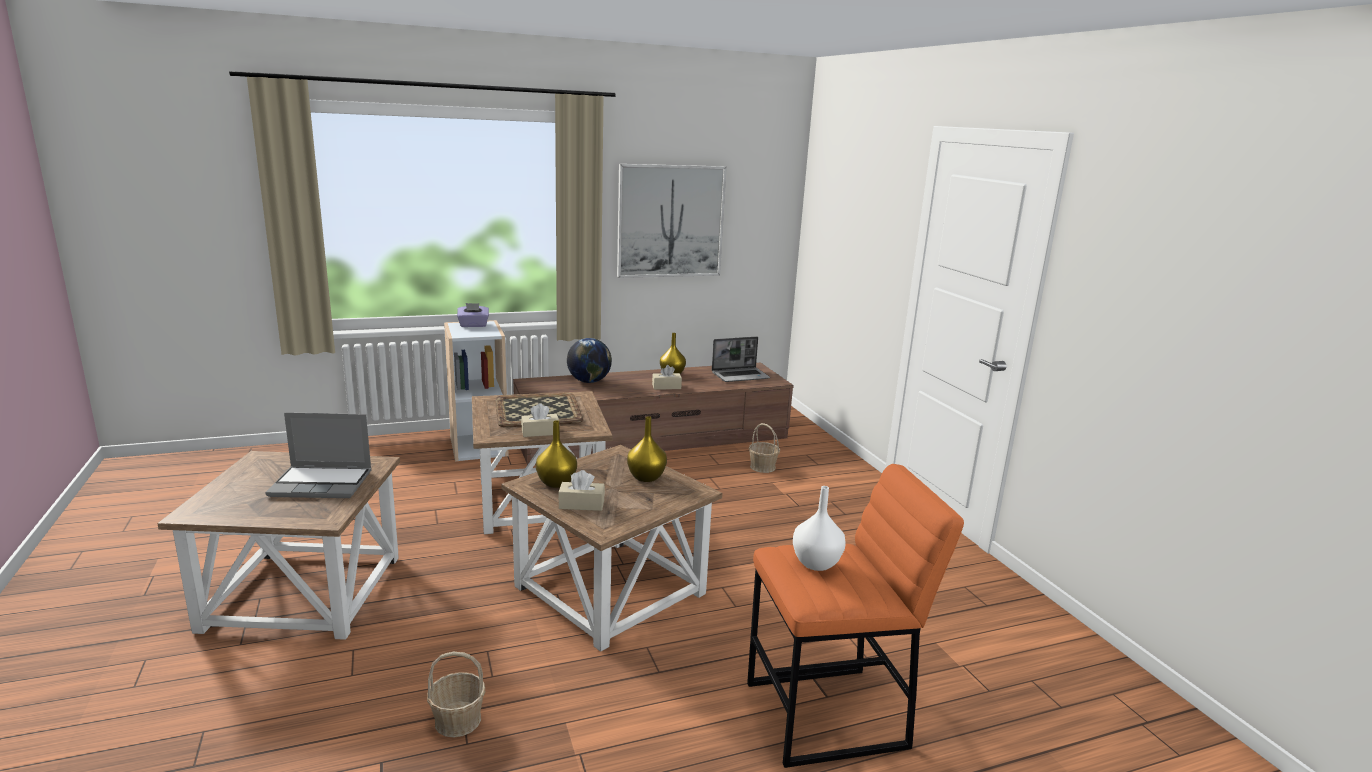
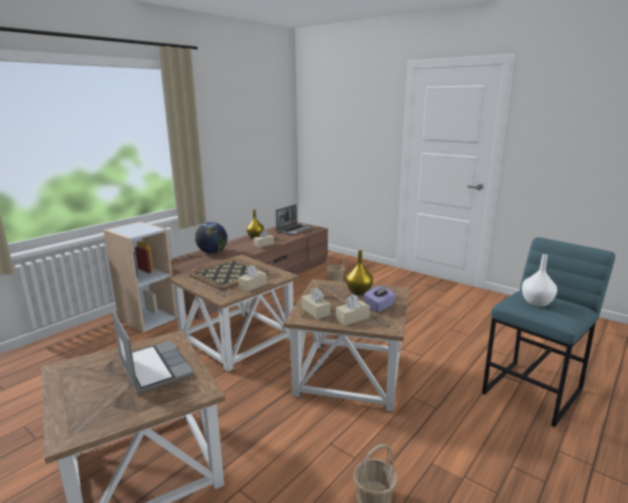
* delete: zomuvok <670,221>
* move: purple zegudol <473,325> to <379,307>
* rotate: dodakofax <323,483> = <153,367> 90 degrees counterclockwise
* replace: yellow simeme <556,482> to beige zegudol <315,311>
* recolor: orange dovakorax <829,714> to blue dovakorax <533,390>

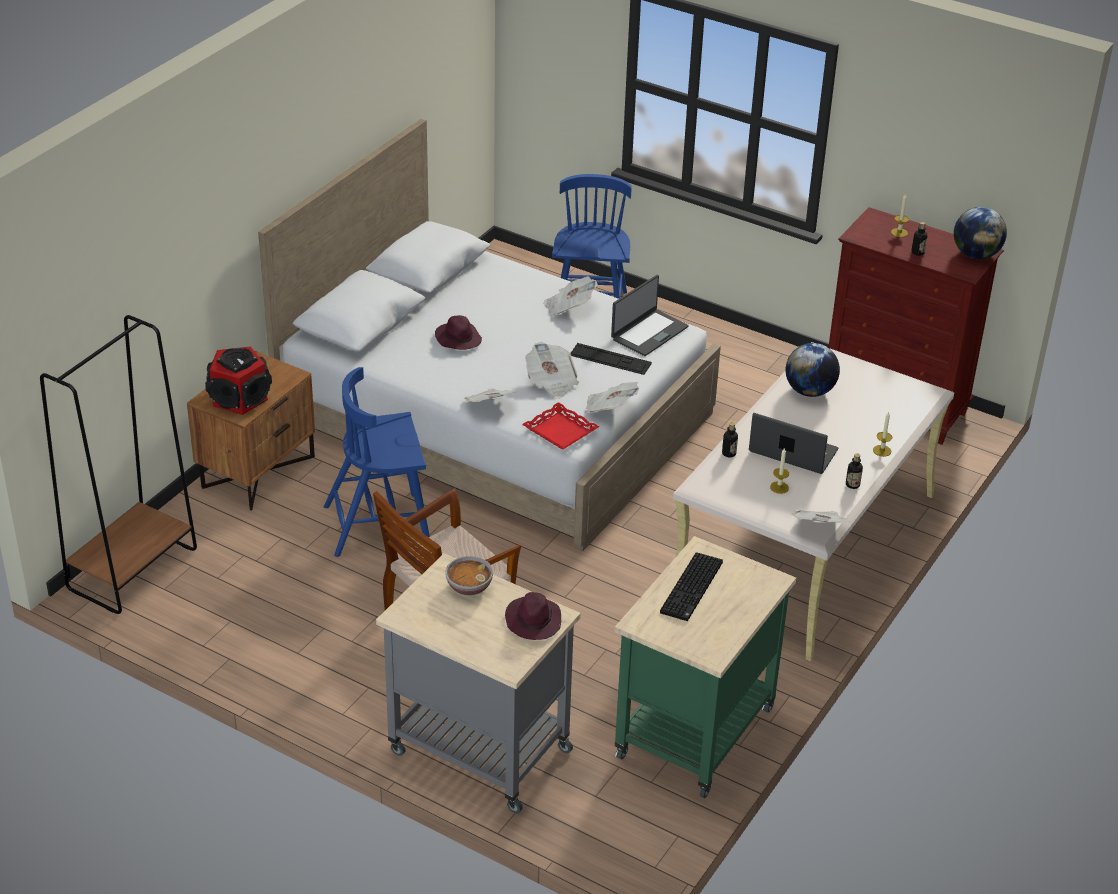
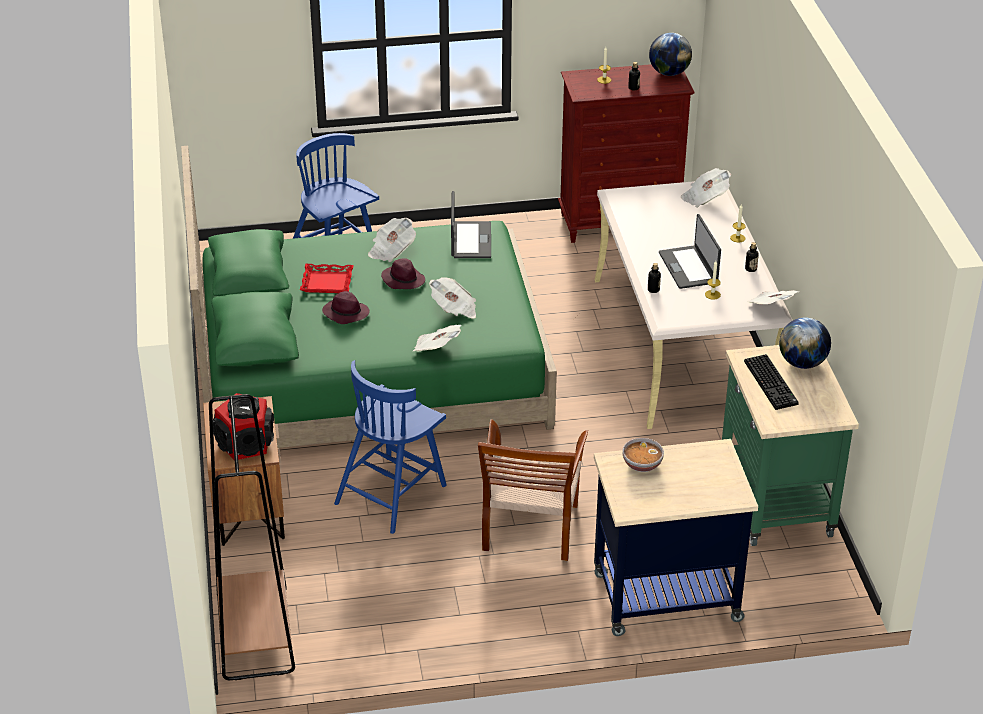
* recolor: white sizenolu <496,416> to green sizenolu <370,370>
* delete: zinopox <610,359>
* move: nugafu <810,391> to <802,363>
* move: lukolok <610,409> to <704,198>
* move: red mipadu <560,431> to <327,283>
* rotate: dodakofax <792,452> = <689,267> 90 degrees counterclockwise
* recolor: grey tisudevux <478,751> to blue tisudevux <665,599>
* move: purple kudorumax <533,621> to <402,280>

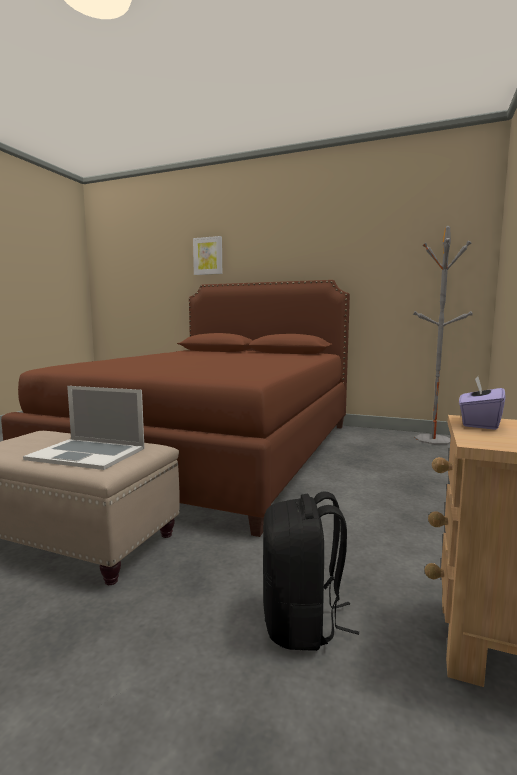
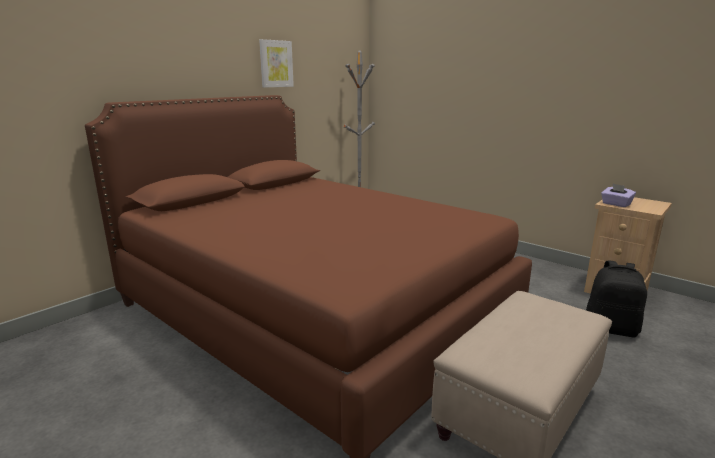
* move: zomuvok <208,256> to <276,64>
* delete: dodakofax <87,454>

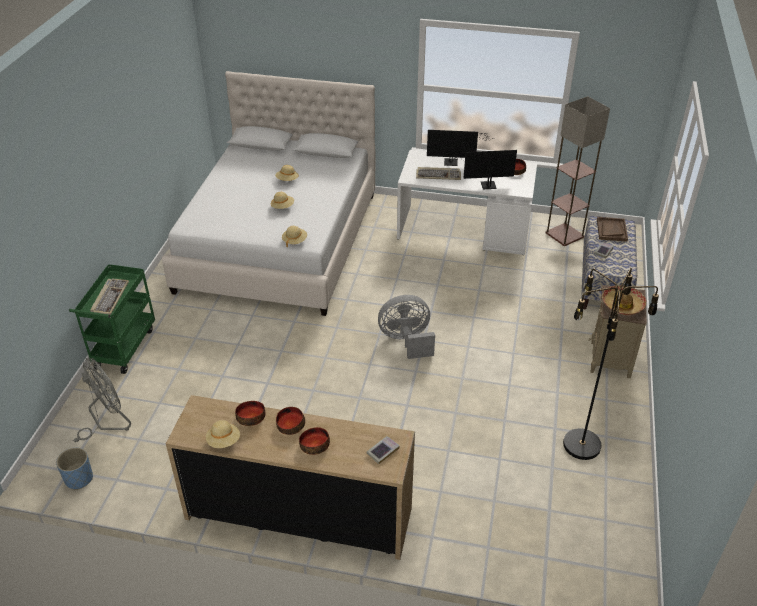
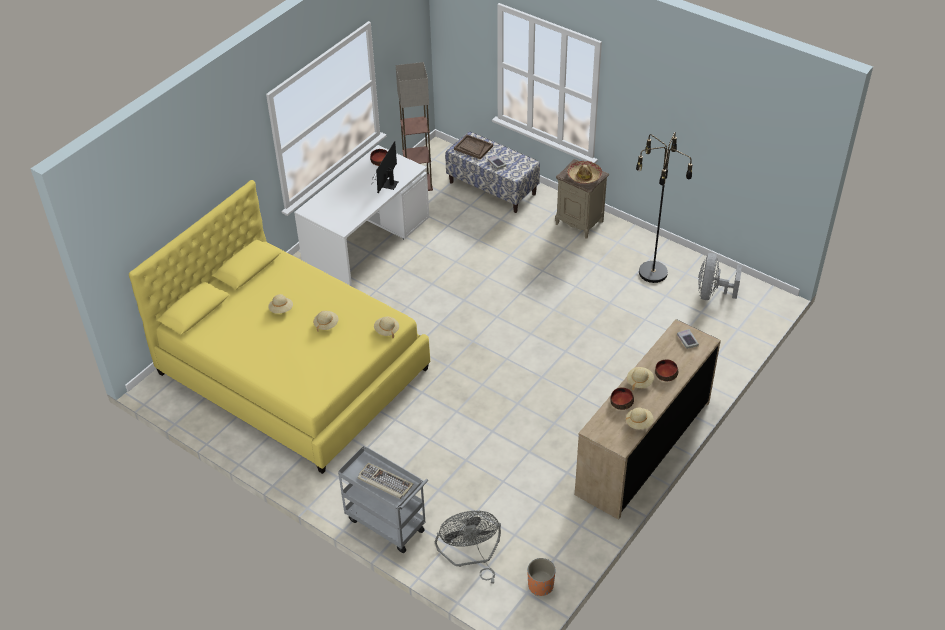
* recolor: white sizenolu <280,241> to yellow sizenolu <293,371>
* delete: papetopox <453,162>
* delete: zinopox <438,175>
* recolor: green tisudevux <124,350> to grey tisudevux <387,526>
* move: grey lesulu <406,341> to <712,293>
* replace: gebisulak <290,425> to beige kudorumax <639,382>
* recolor: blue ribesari <79,479> to orange ribesari <540,585>

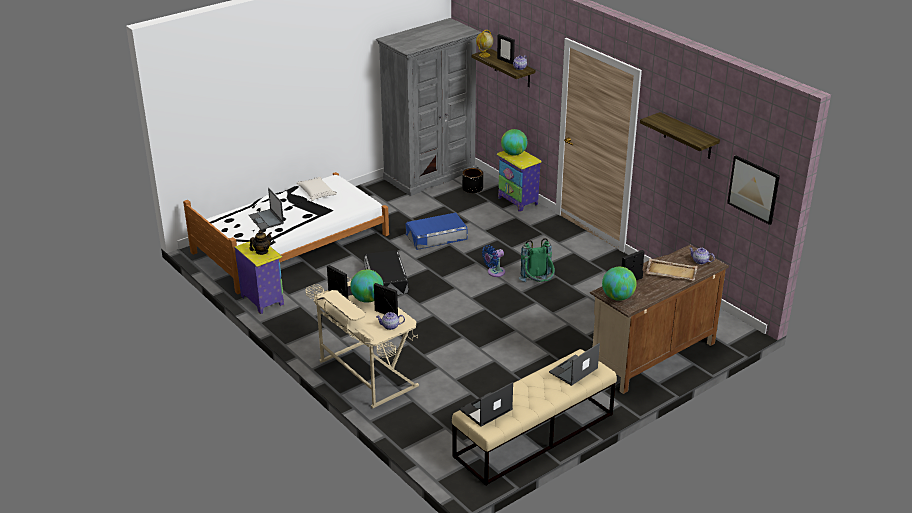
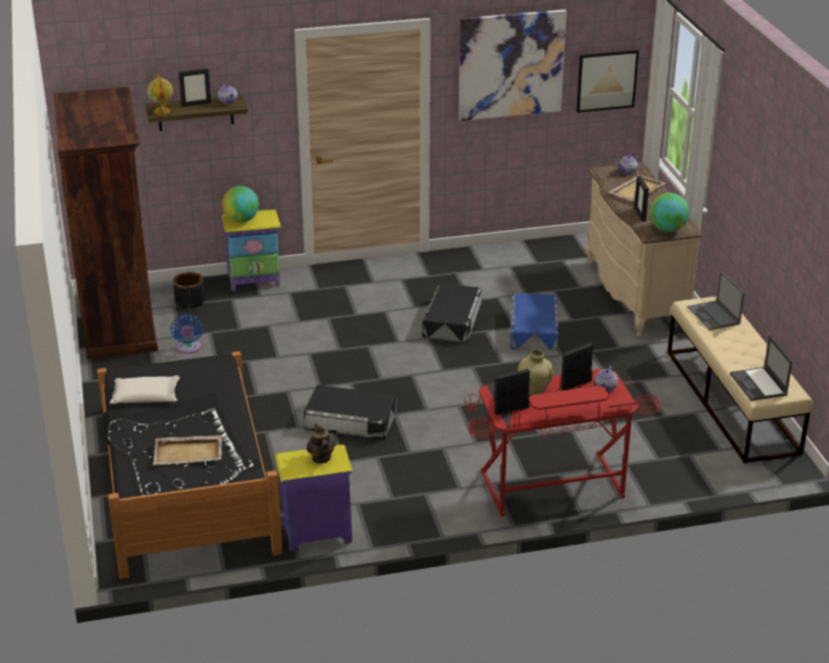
* recolor: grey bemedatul <430,175> to brown bemedatul <119,322>
* replace: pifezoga <688,136> to zomuvok <511,65>
* recolor: white sizenolu <291,243> to black sizenolu <186,477>
* replace: dodakofax <266,220> to beige mipadu <189,452>
* move: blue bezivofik <436,236> to <533,329>
* replace: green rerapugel <538,285> to black bezivofik <452,320>
* move: blue lesulu <494,272> to <189,348>
* replace: nugafu <367,299> to beige simeme <534,390>
* recolor: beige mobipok <365,375> to red mobipok <552,486>

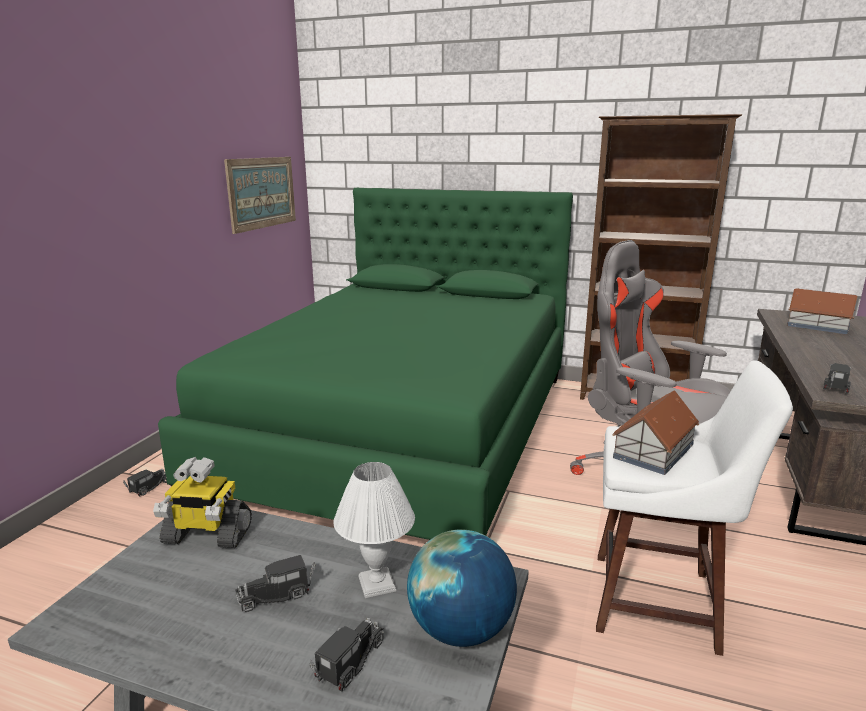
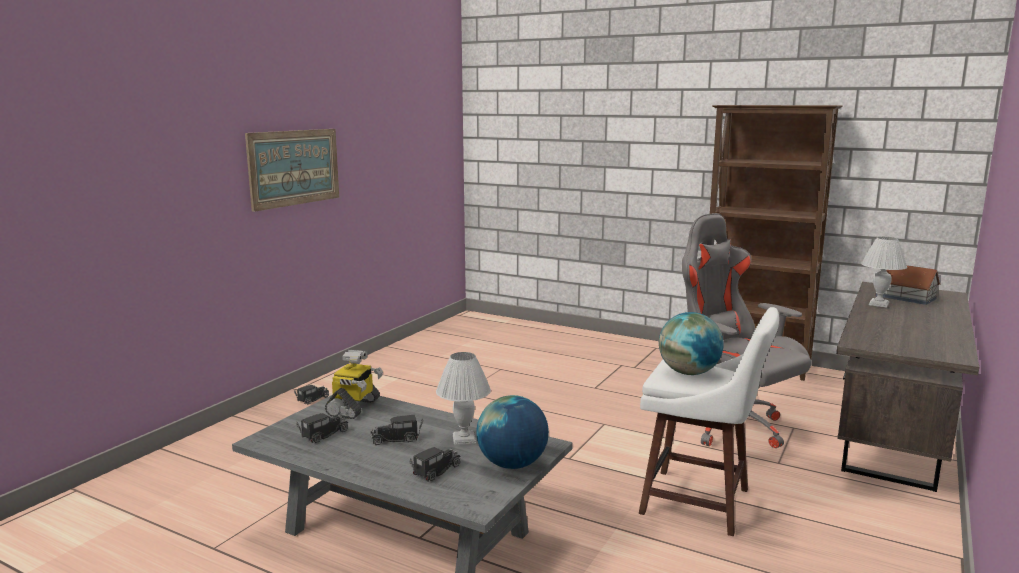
* move: zomuvok <262,192> to <294,167>
* delete: green sizenolu <405,428>
* move: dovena <836,386> to <323,435>
* replace: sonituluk <654,450> to nugafu <689,373>
* rotate: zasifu <206,535> = <354,407> 90 degrees counterclockwise
* insert: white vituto <878,304>

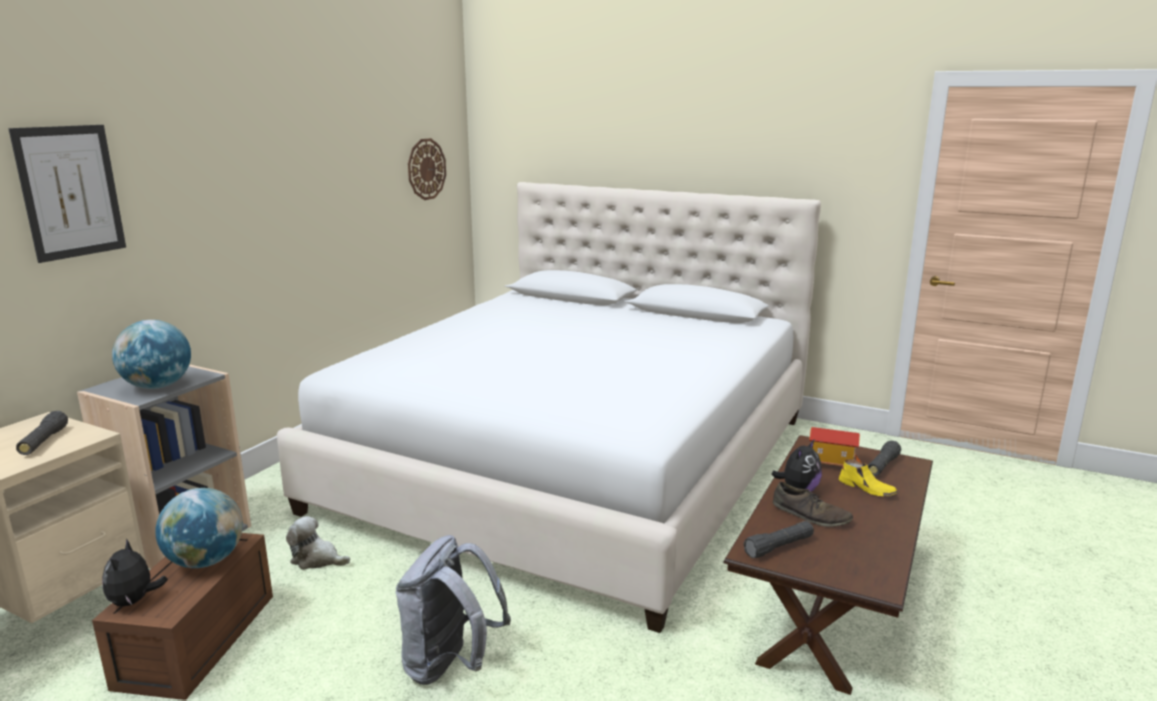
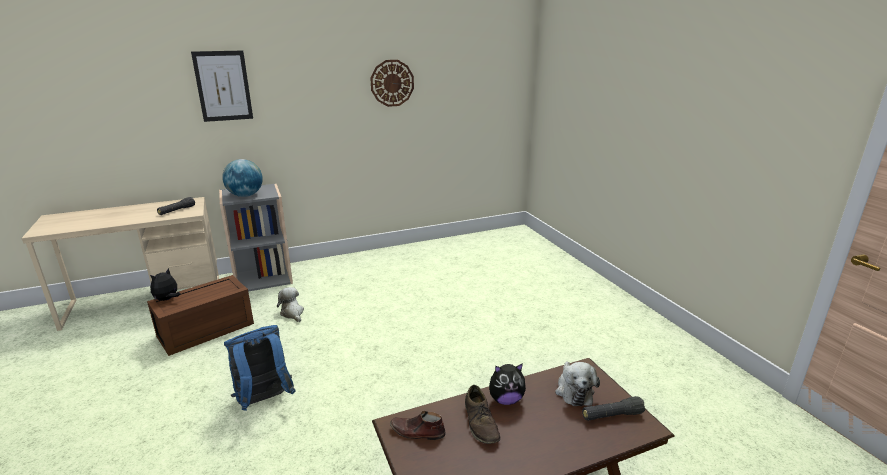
* move: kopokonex <426,169> to <392,83>
* delete: white sizenolu <574,462>
* replace: sonituluk <831,462> to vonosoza <574,390>
* delete: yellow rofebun <867,488>
* delete: nugafu <206,561>
* replace: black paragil <779,547> to brown rofebun <417,432>
* recolor: grey rerapugel <450,665> to blue rerapugel <264,401>

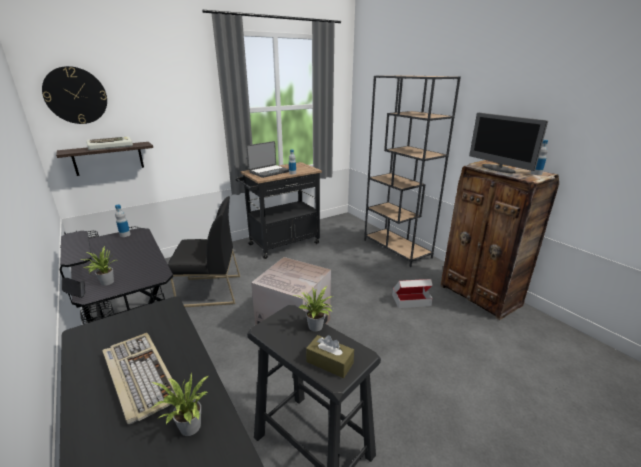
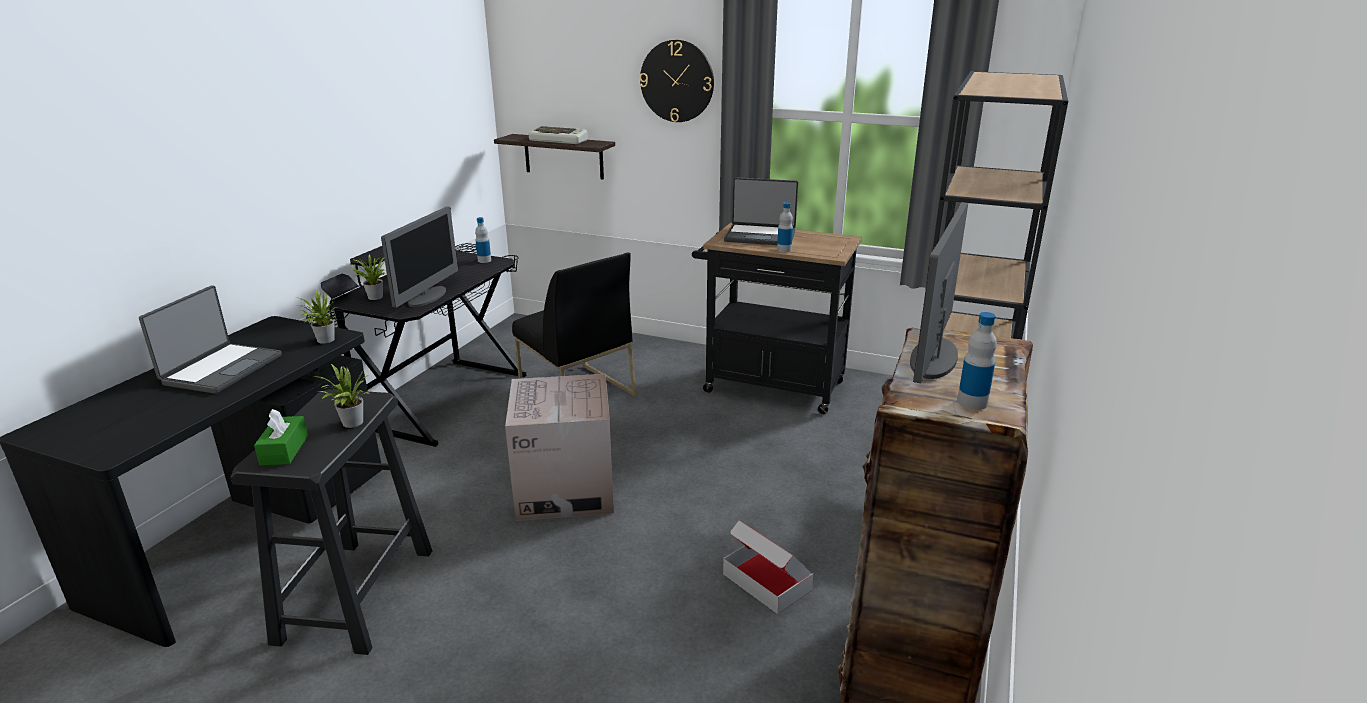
* move: kopokonex <76,95> to <677,81>
* replace: zinopox <139,376> to dodakofax <221,369>
* recolor: brown zegudol <329,362> to green zegudol <284,450>
* move: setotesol <189,429> to <323,340>
* insert: papetopox <427,297>

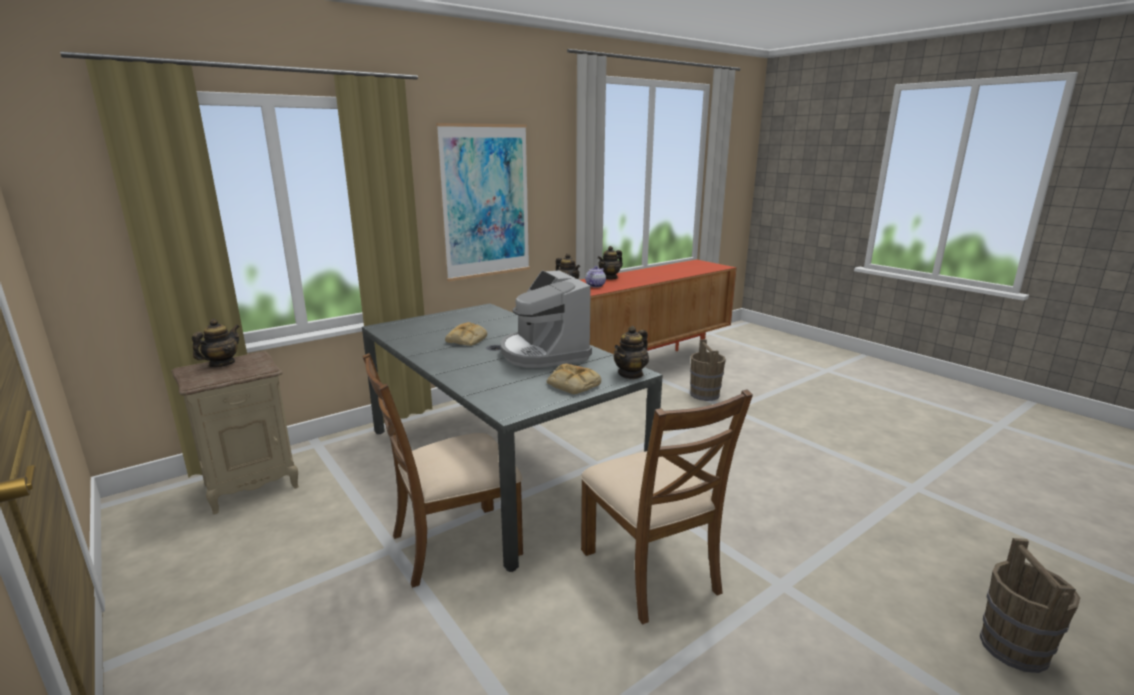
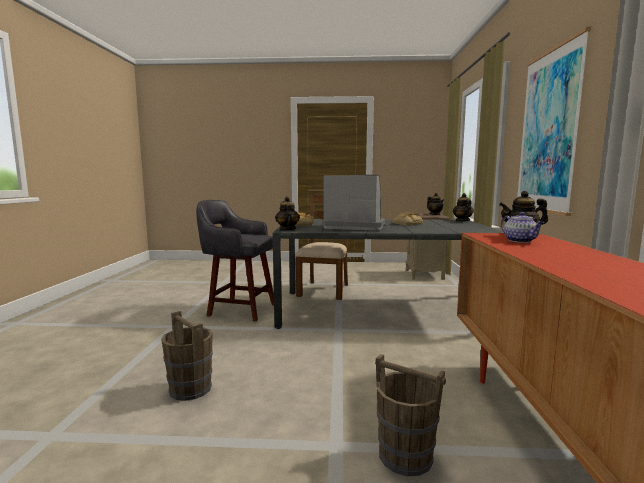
* move: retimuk <610,277> to <462,221>
* replace: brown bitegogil <651,571> to grey dovakorax <239,310>
* move: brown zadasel <1014,649> to <190,388>

